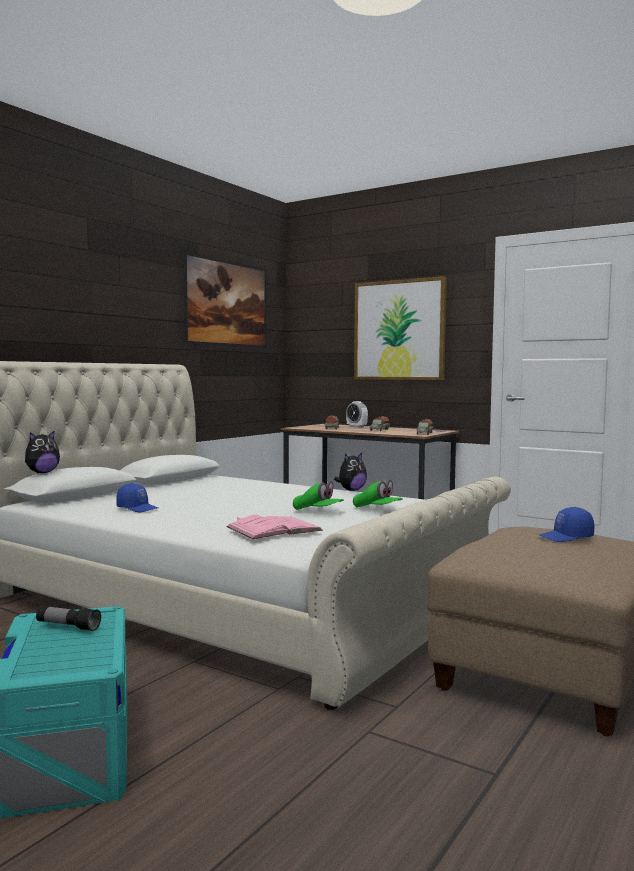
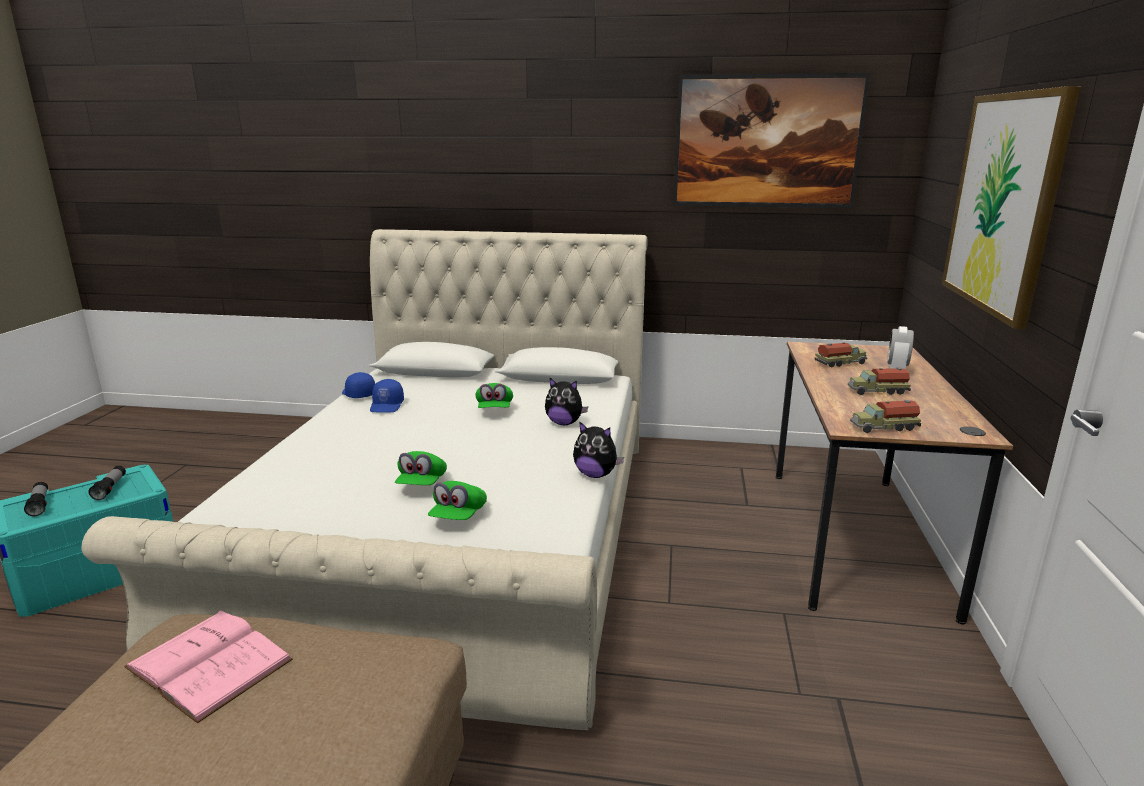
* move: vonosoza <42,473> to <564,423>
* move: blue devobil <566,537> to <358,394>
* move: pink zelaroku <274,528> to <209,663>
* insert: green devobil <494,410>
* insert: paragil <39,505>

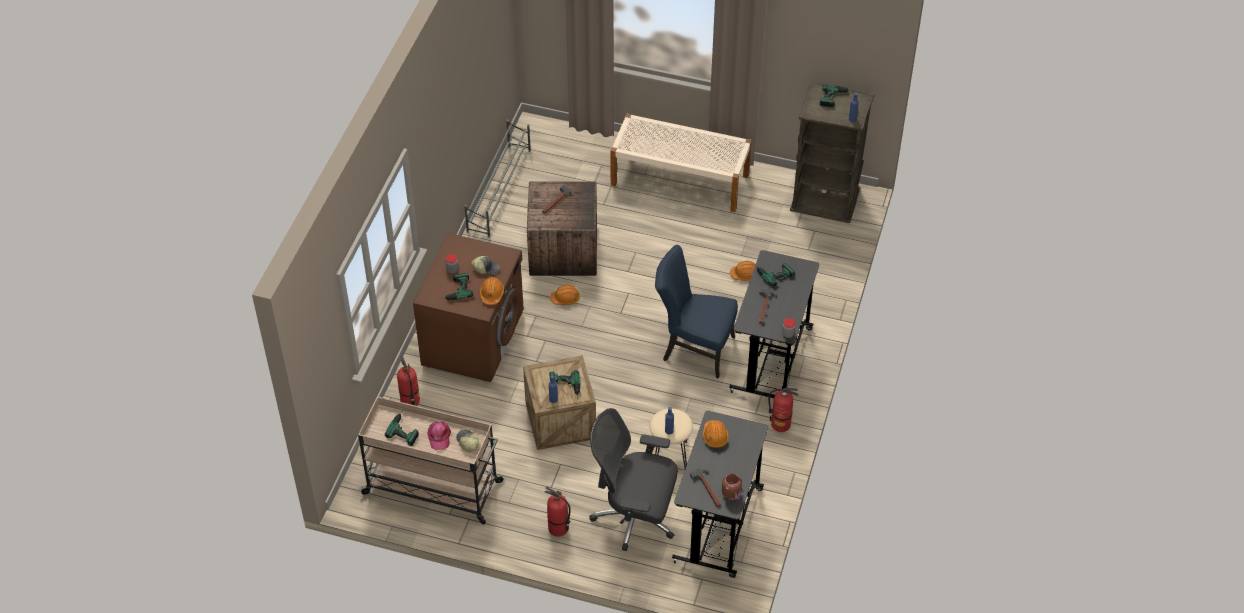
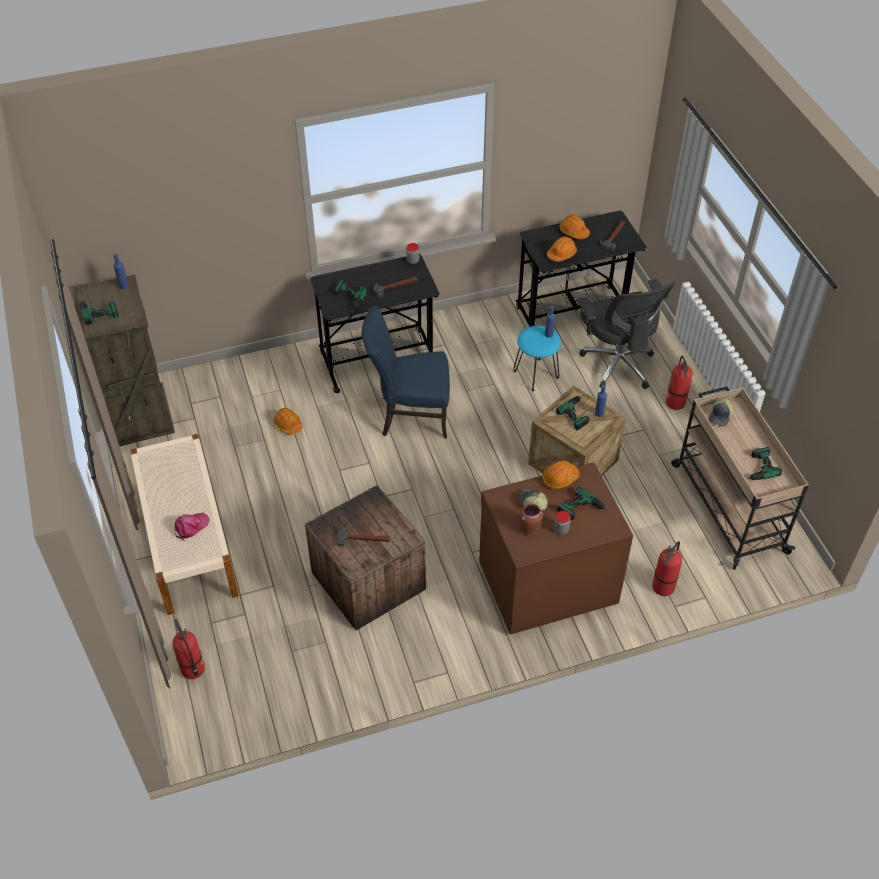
* delete: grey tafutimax <499,190>
* rotate: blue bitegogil <694,348> = <409,415> 105 degrees clockwise
* move: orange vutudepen <565,299> to <573,232>
* move: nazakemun <781,424> to <192,669>
* recolor: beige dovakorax <670,454> to turquoise dovakorax <536,374>
* move: pink devobil <439,437> to <191,527>
* move: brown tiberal <731,493> to <529,527>

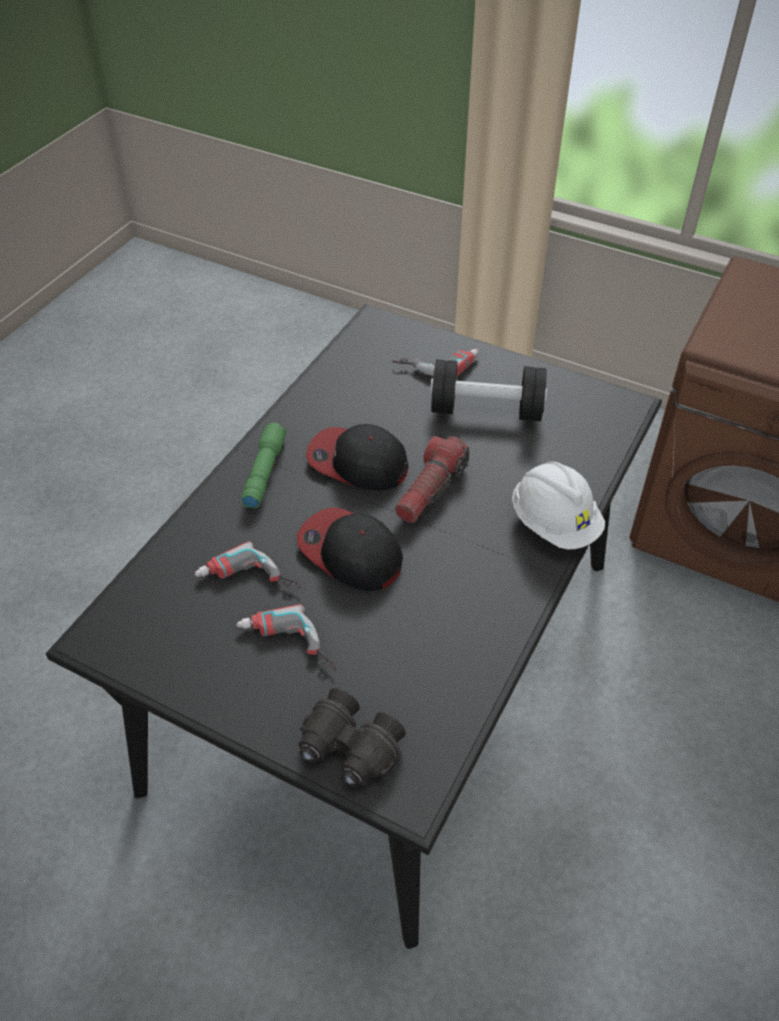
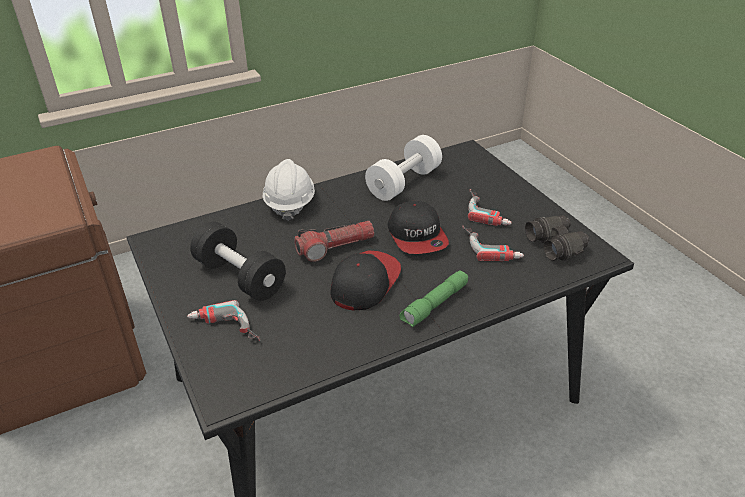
* rotate: devobil <357,462> = <365,282> 120 degrees counterclockwise
* move: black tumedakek <349,749> to <556,245>
* insert: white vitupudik <404,183>

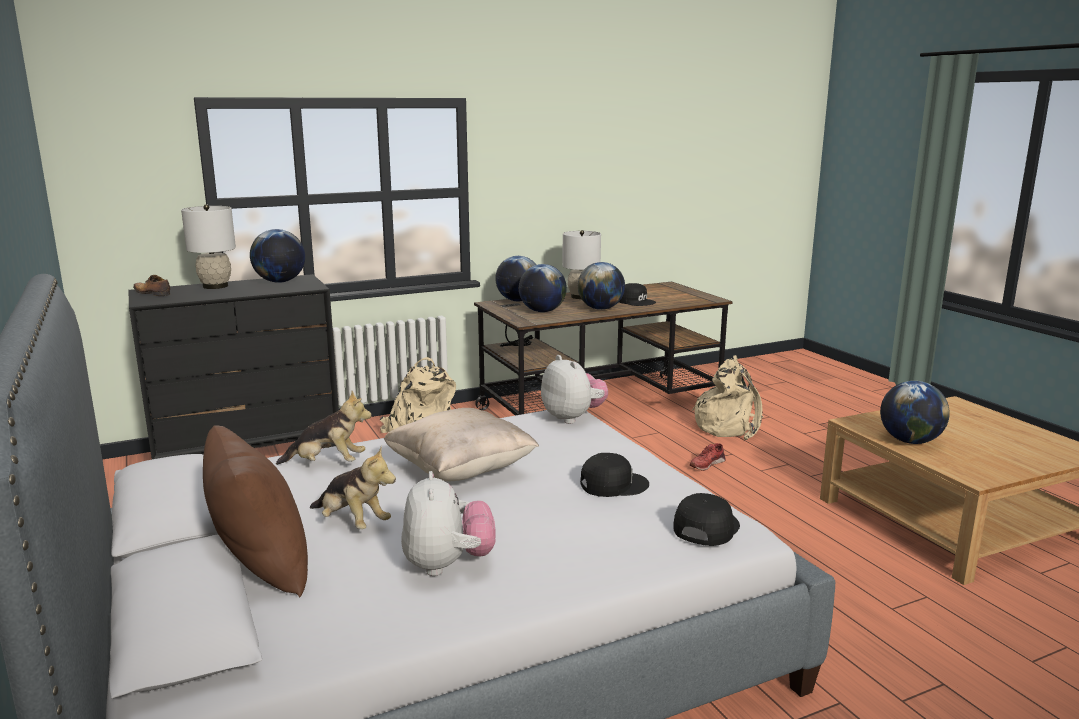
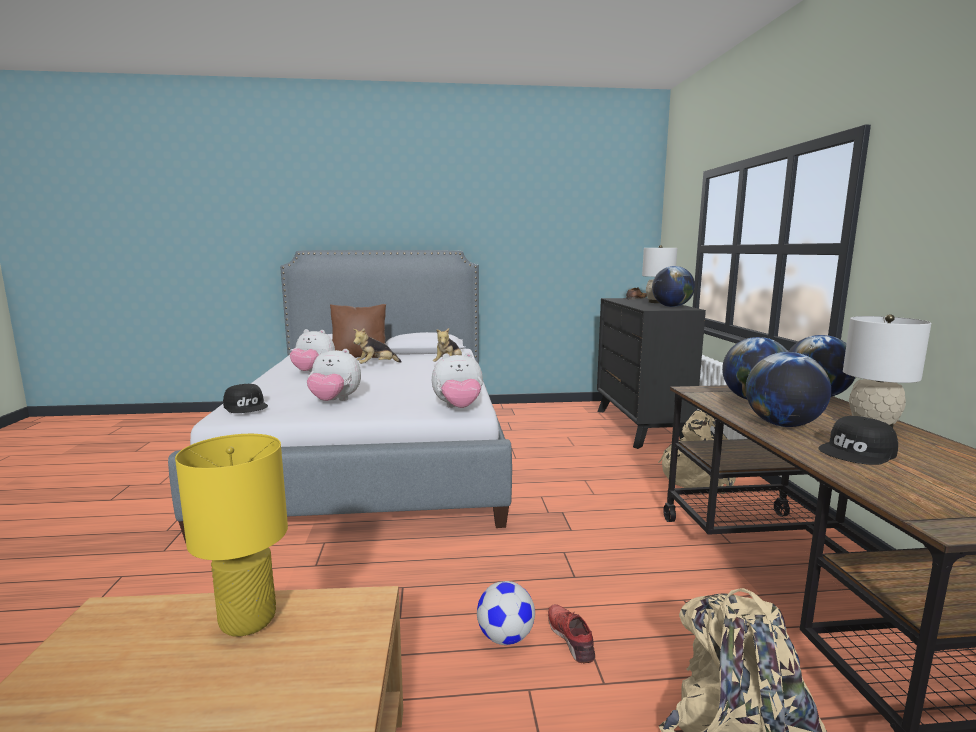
* replace: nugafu <910,441> to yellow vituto <249,624>
* delete: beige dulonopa <460,471>
* replace: black devobil <613,484> to vonosoza <334,401>
* insert: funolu <505,637>

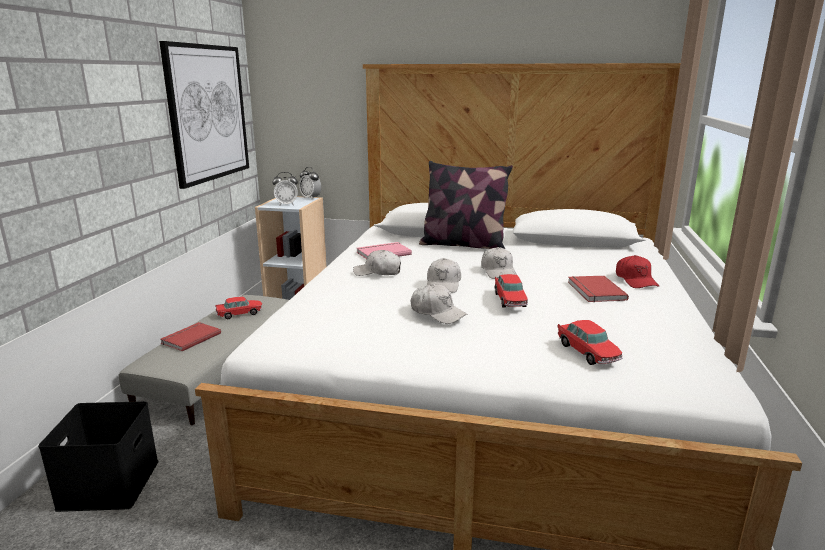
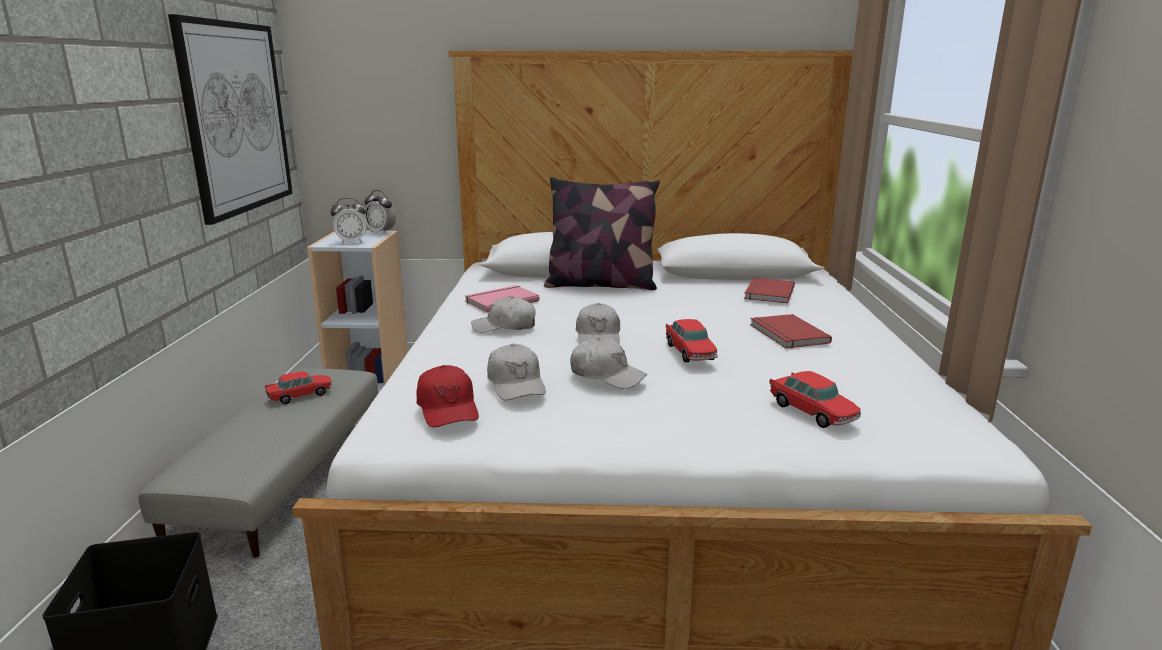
* move: white devobil <498,271> to <516,384>
* move: red devobil <635,280> to <448,408>
* move: red zelaroku <190,338> to <767,293>

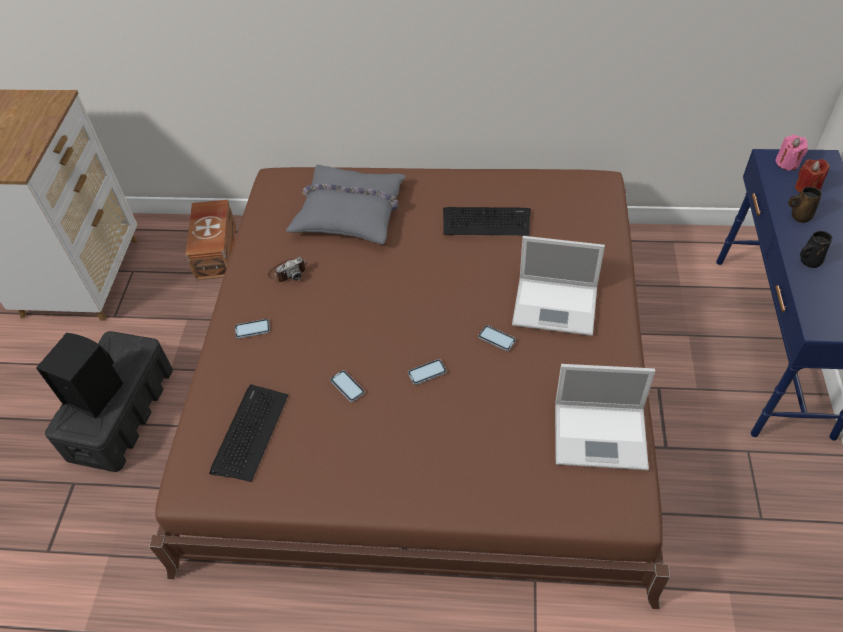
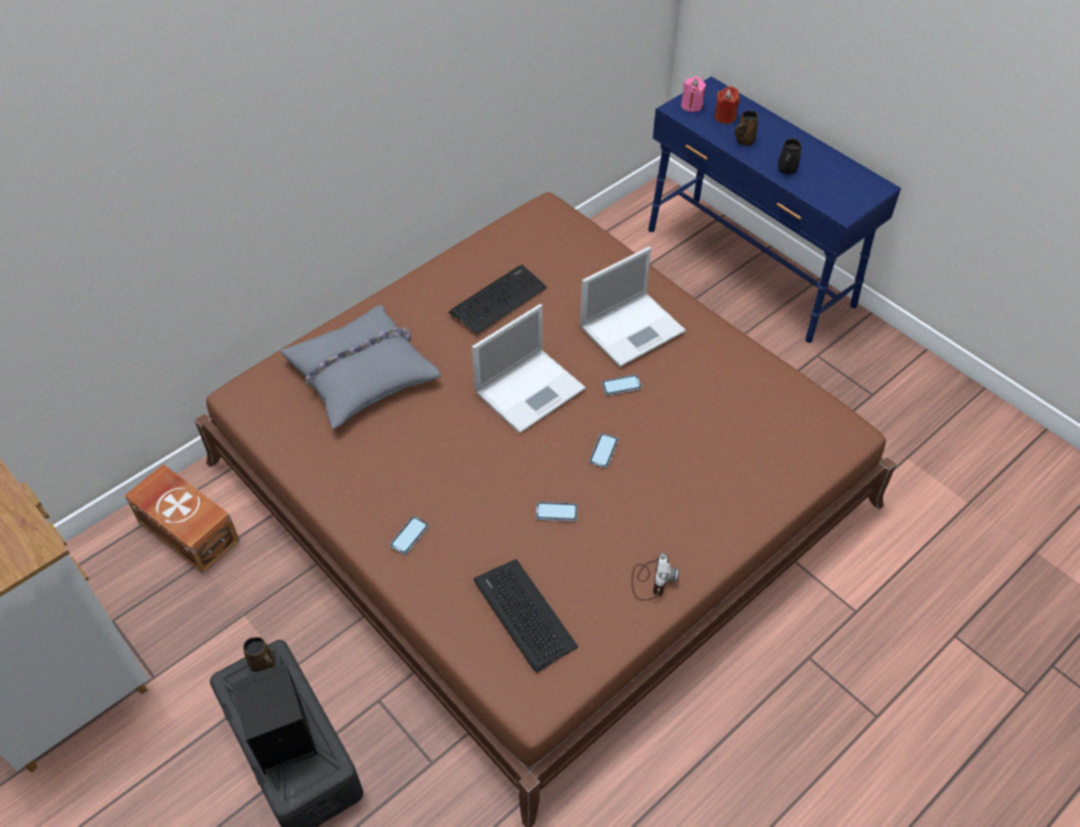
* move: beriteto <288,272> to <651,580>
* move: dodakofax <602,435> to <531,389>
* insert: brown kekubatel <263,664>

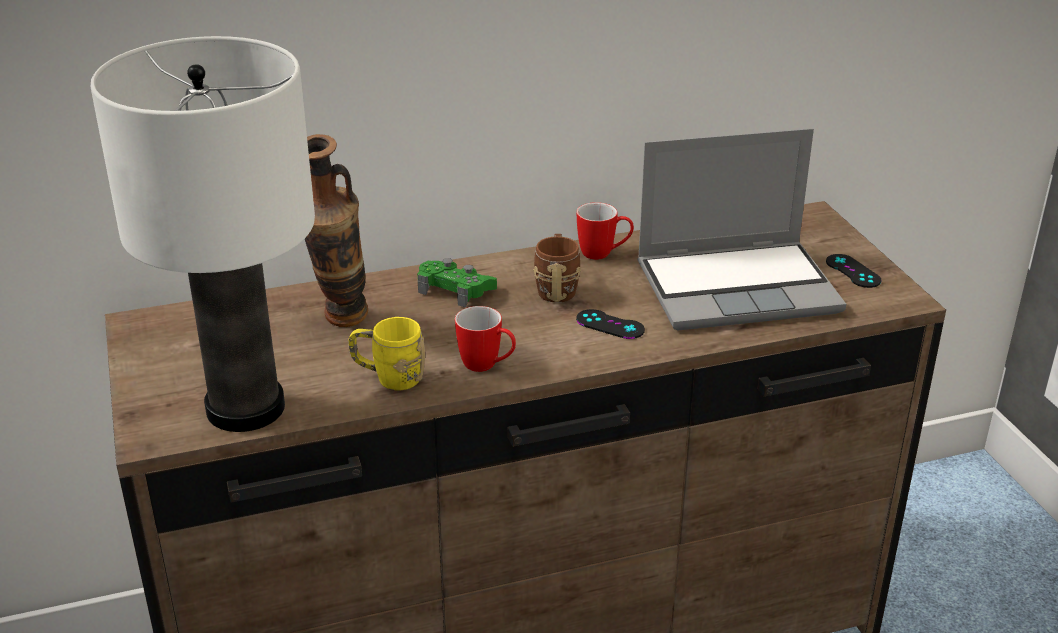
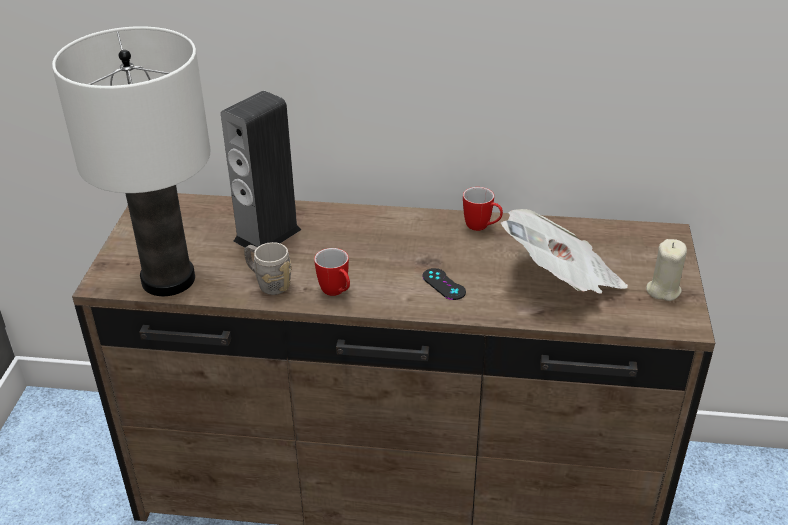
* replace: dodakofax <739,287> to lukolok <562,279>
* replace: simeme <340,324> to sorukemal <267,235>
* delete: brown kekubatel <557,288>
* replace: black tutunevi <853,271> to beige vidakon <663,290>
* delete: green tutunevi <455,290>
* recolor: yellow kekubatel <389,377> to grey kekubatel <268,283>

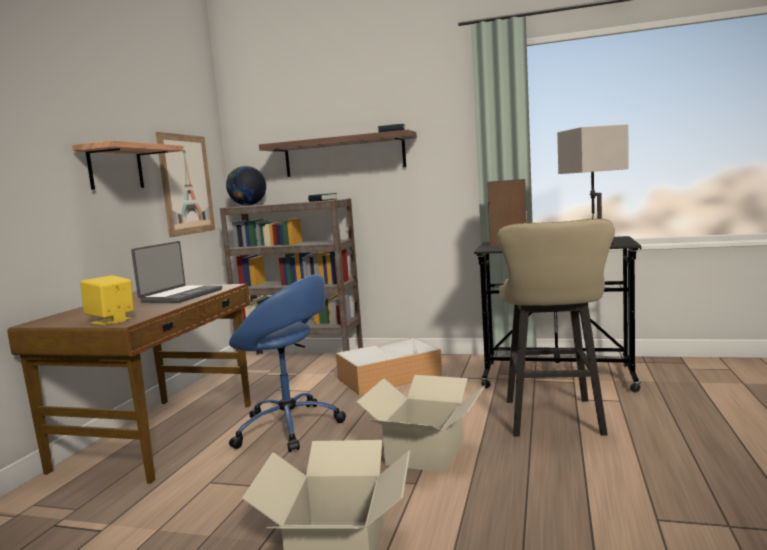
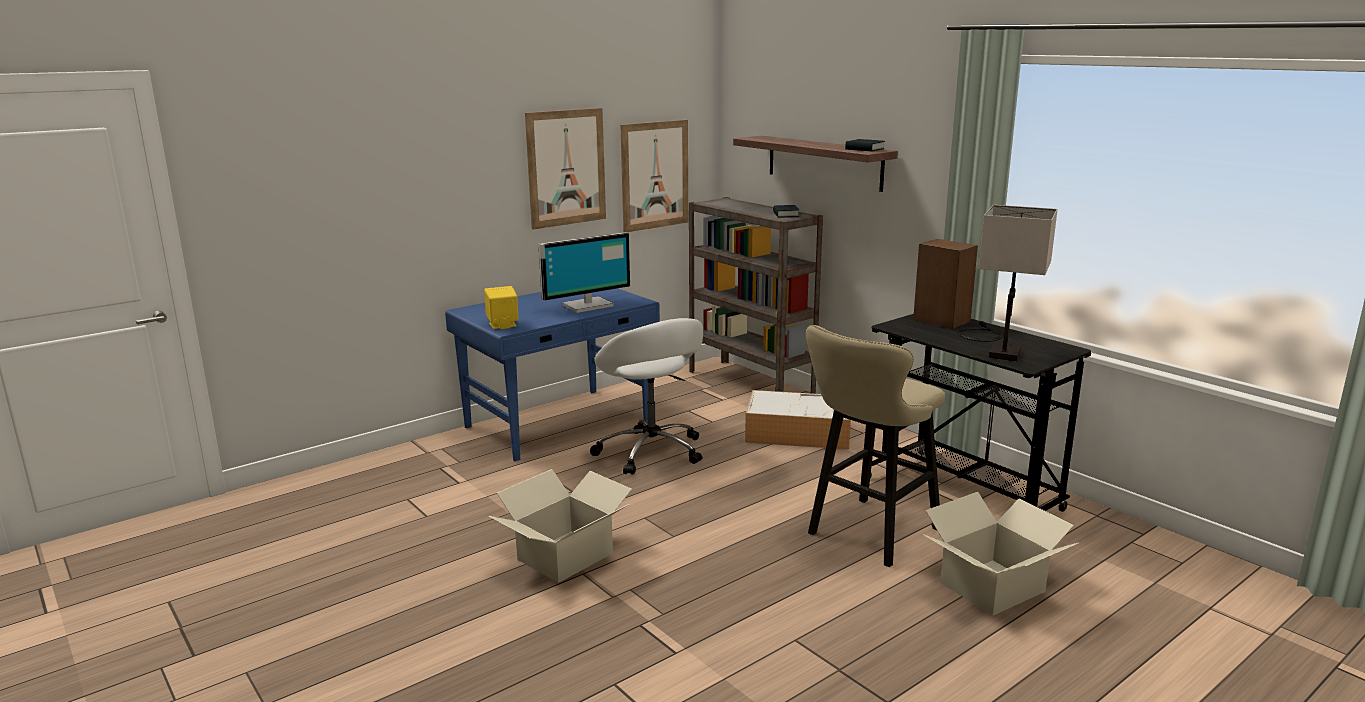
* replace: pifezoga <115,168> to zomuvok <566,168>
* delete: nugafu <248,205>
* replace: dodakofax <180,296> to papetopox <587,305>
* recolor: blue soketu <290,427> to white soketu <652,453>
* recolor: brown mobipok <161,435> to blue mobipok <560,423>
* move: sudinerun <426,452> to <993,587>

